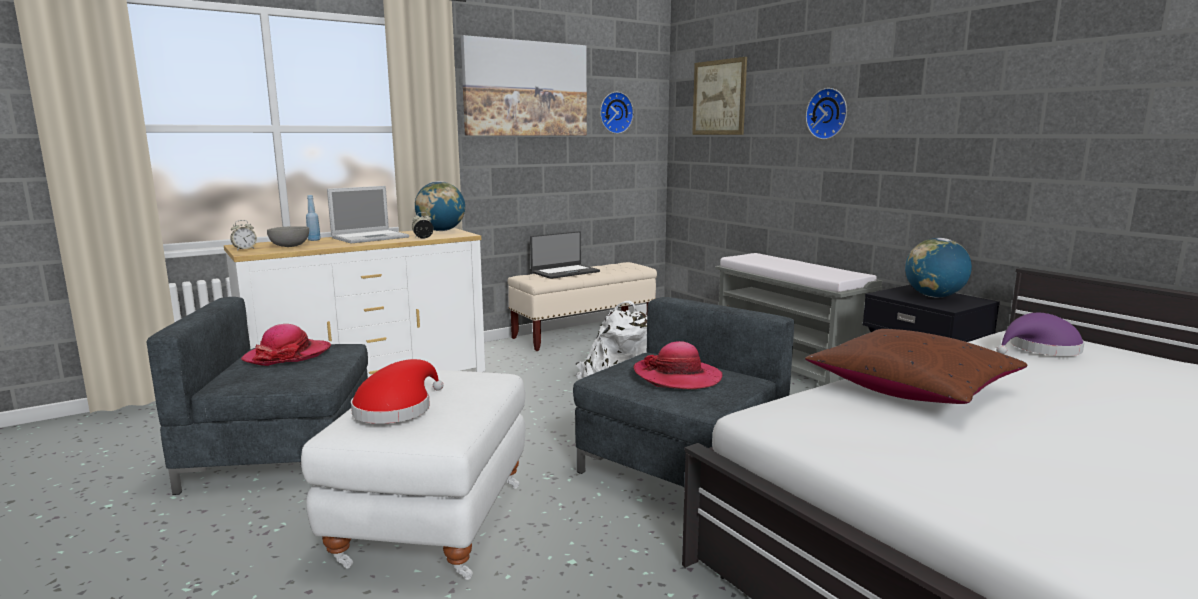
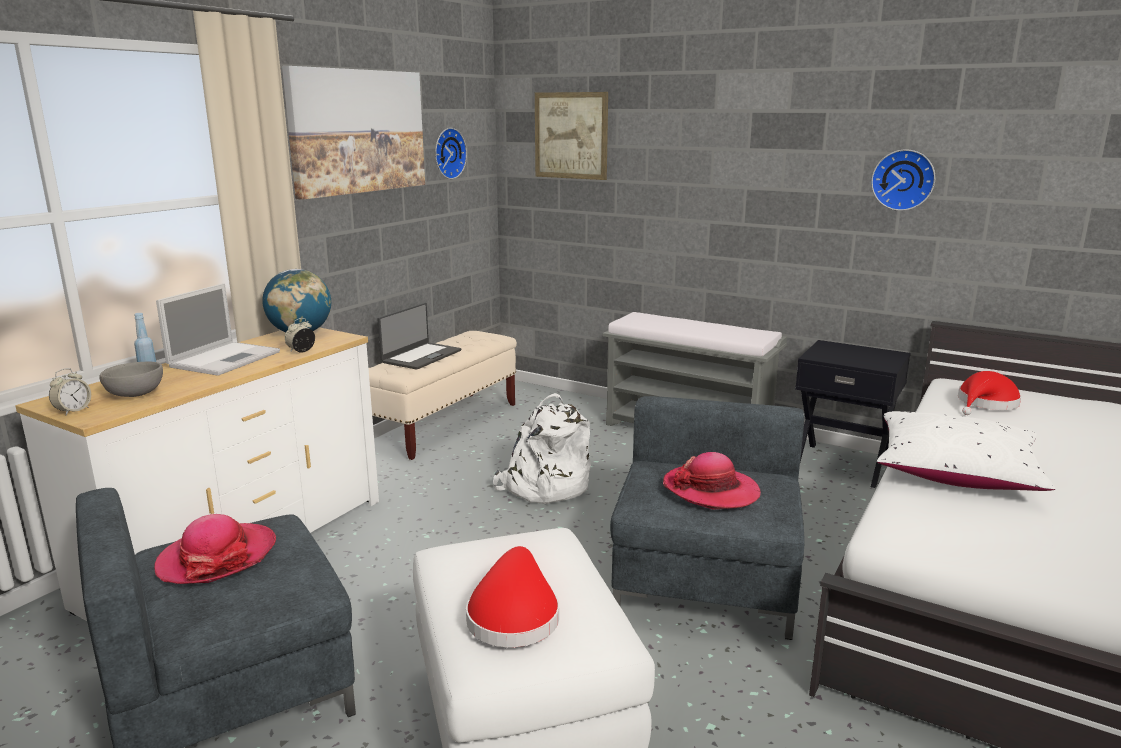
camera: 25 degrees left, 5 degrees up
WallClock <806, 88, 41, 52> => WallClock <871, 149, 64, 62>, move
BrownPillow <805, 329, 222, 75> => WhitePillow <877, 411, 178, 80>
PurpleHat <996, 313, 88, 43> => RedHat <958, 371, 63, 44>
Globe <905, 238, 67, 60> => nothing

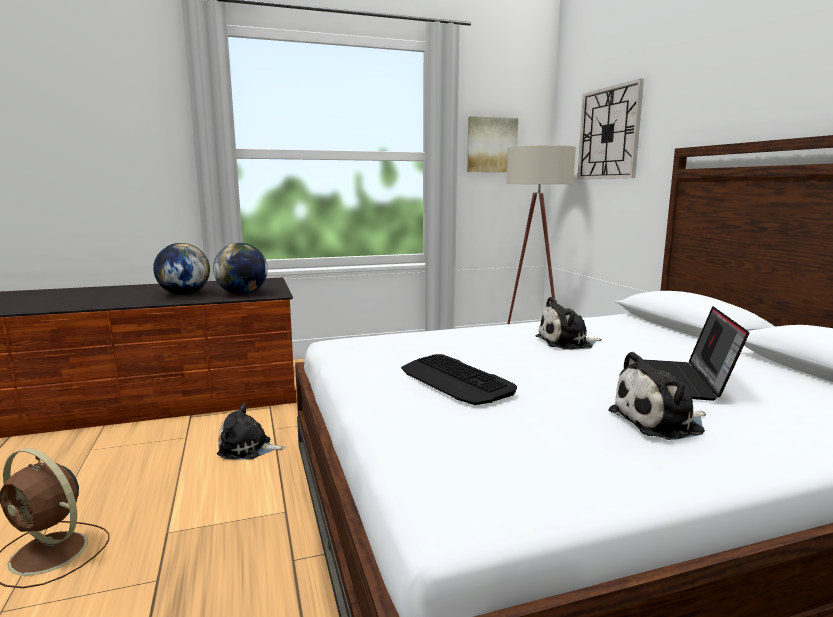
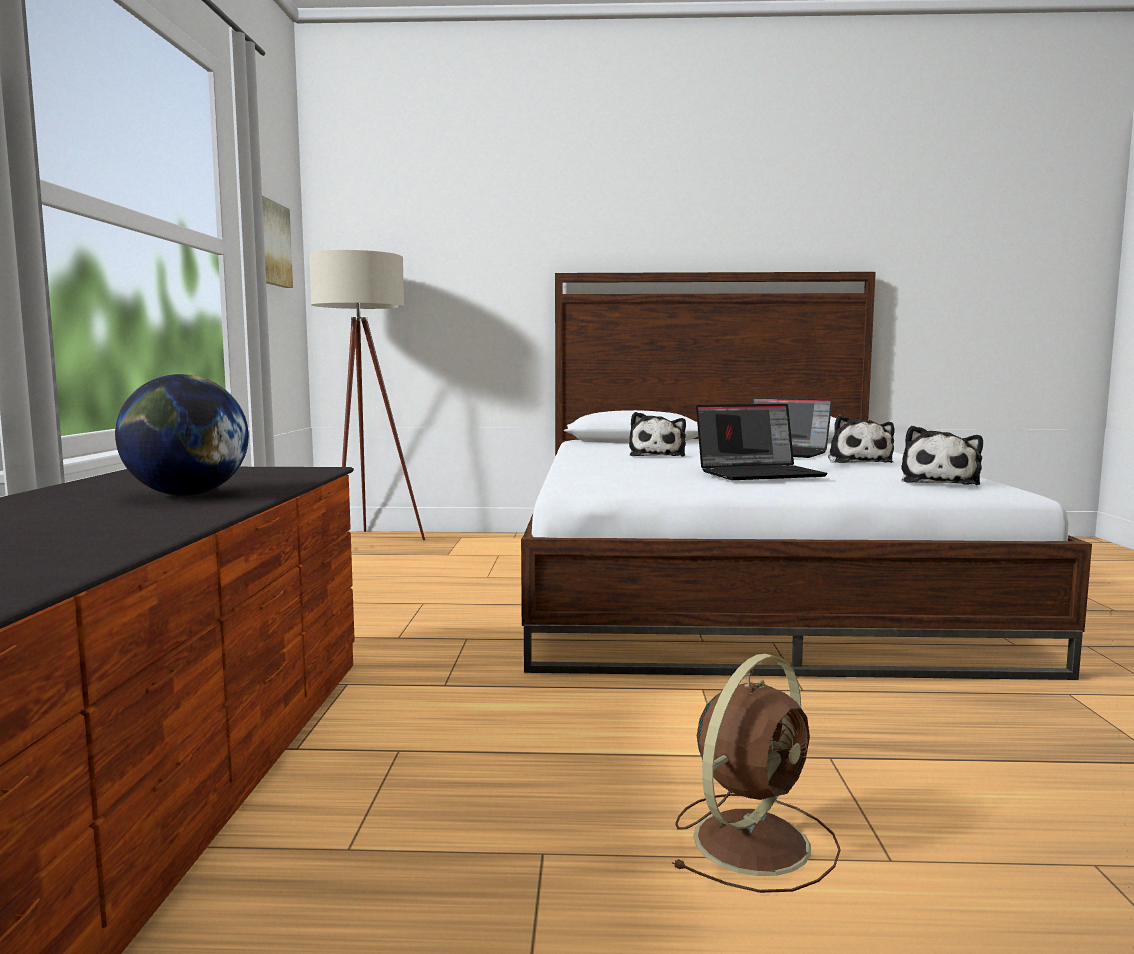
camera: 70 degrees left, 5 degrees down
Keyboard <401, 354, 116, 51> => Laptop <696, 404, 132, 76>
PlushToy <217, 404, 68, 56> => PlushToy <901, 426, 82, 59>, move
Globe <213, 243, 55, 52> => nothing
WallClock <577, 78, 67, 101> => nothing

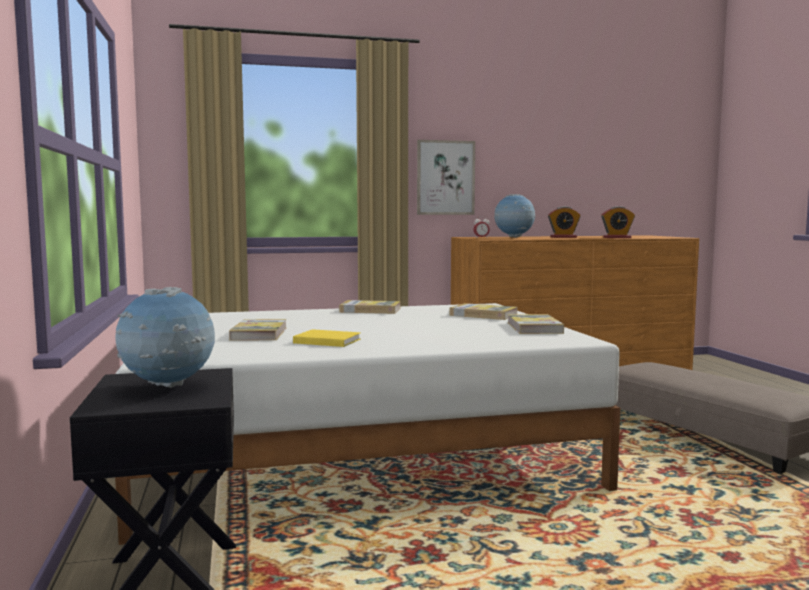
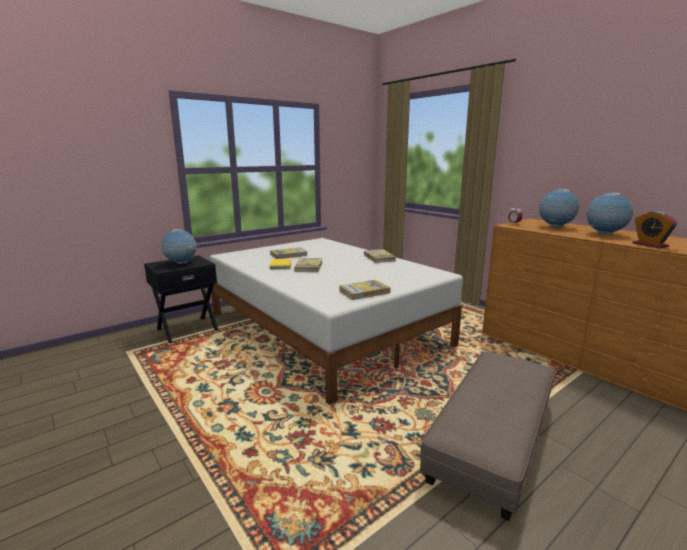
camera: 65 degrees right, 10 degrees up
Book <449, 303, 68, 17> => Book <294, 258, 29, 14>, move
AlarmClock <548, 207, 33, 31> => Globe <586, 192, 47, 43>
Picture <417, 140, 58, 75> => nothing

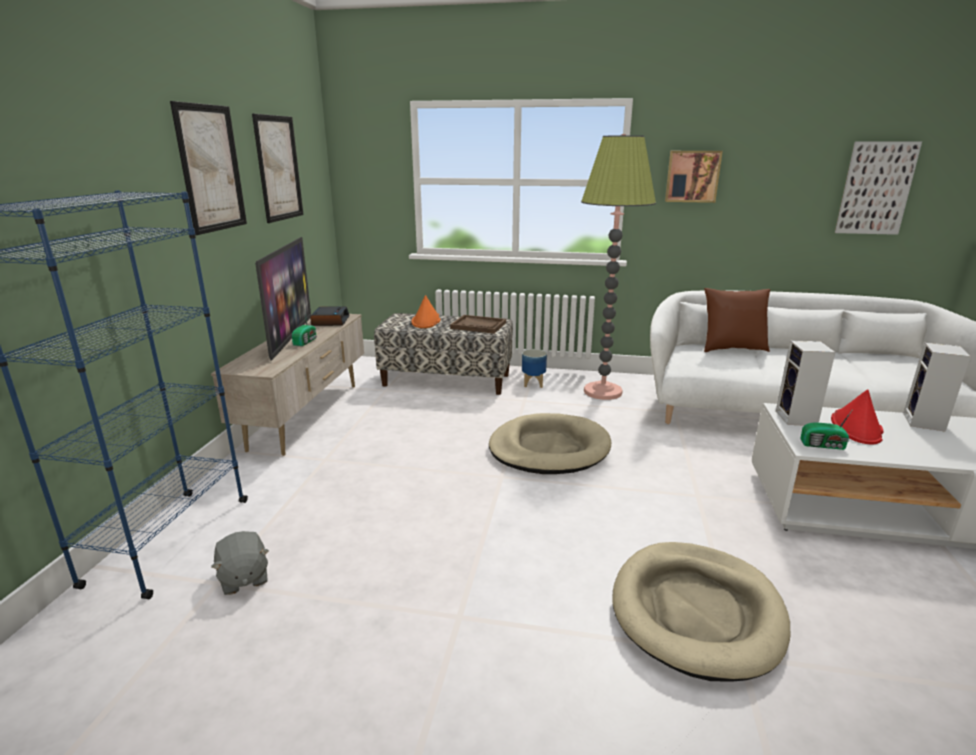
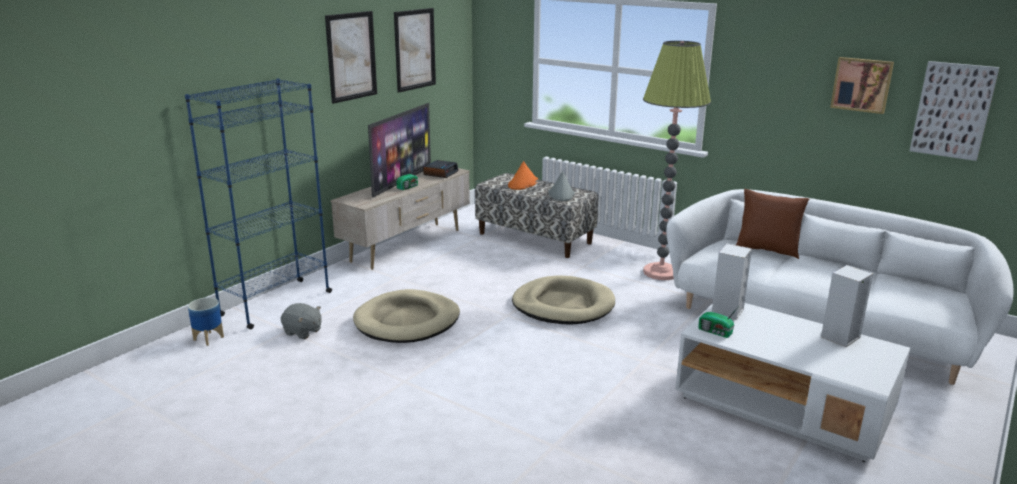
camera: 25 degrees right, 0 degrees up
Planter <522, 349, 25, 39> => Planter <188, 298, 36, 48>, move
GreyPlushToy <211, 531, 58, 64> => GreyPlushToy <281, 303, 41, 36>, 60 degrees counterclockwise
BeigeDogBed <612, 542, 178, 140> => BeigeDogBed <353, 289, 107, 54>, move
BrownTray <450, 315, 56, 19> => GreyHat <548, 171, 26, 30>
Picture <665, 151, 58, 52> => Picture <830, 57, 64, 57>, move
RedHat <831, 389, 52, 55> => nothing

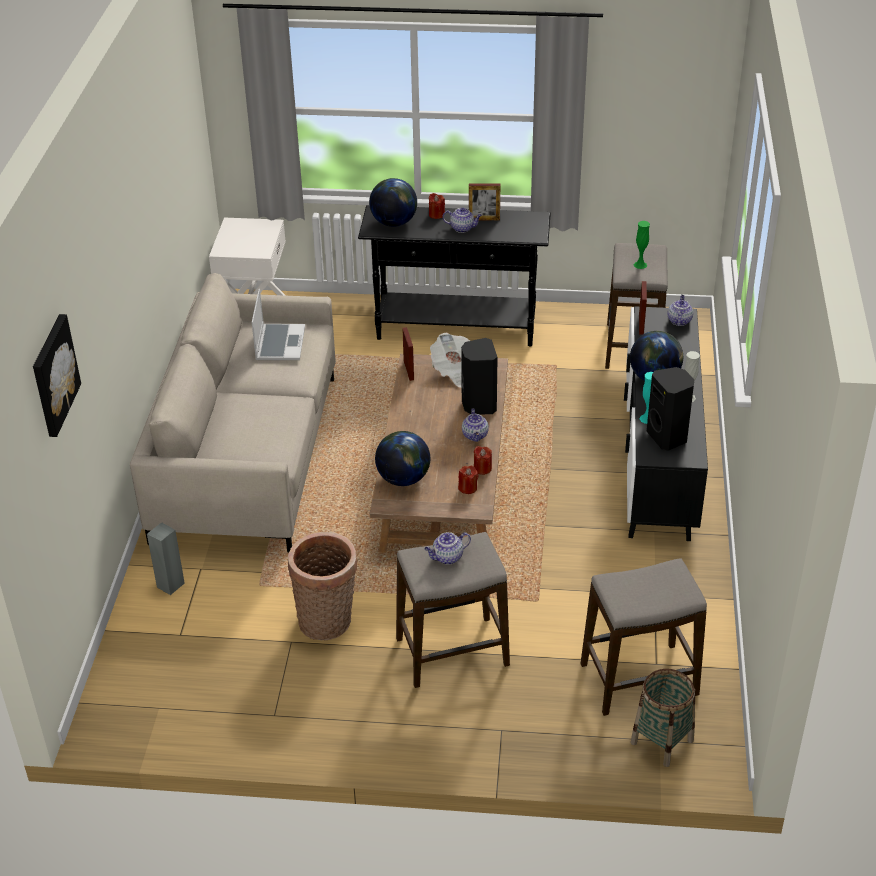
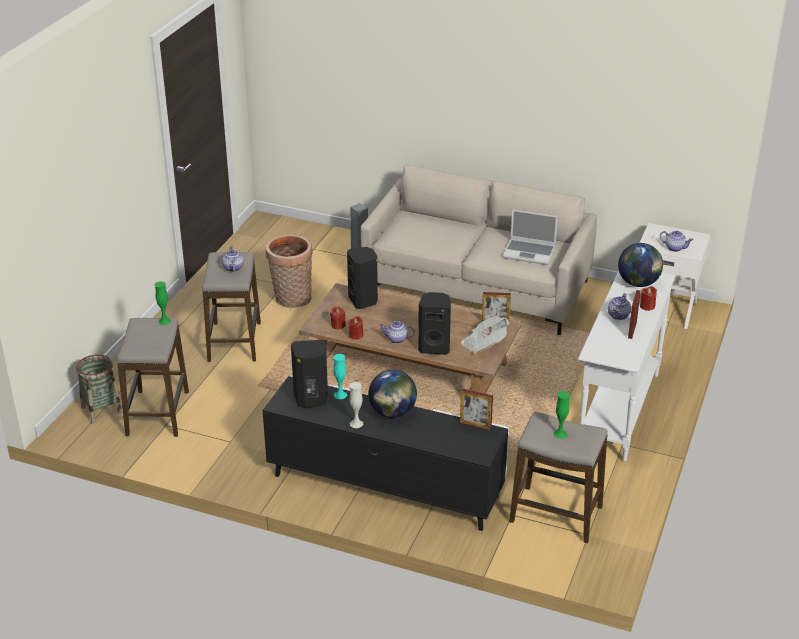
camera: 105 degrees right, 5 degrees down
nothing => GreenVase <155, 281, 16, 44>
Globe <375, 431, 55, 55> => BlackSpeaker <347, 247, 31, 62>
BlackConsoleTable <358, 205, 193, 142> => WhiteConsoleTable <578, 271, 97, 190>
Teapot <668, 295, 25, 31> => Teapot <660, 231, 33, 21>, move
Picture <33, 314, 48, 123> => nothing

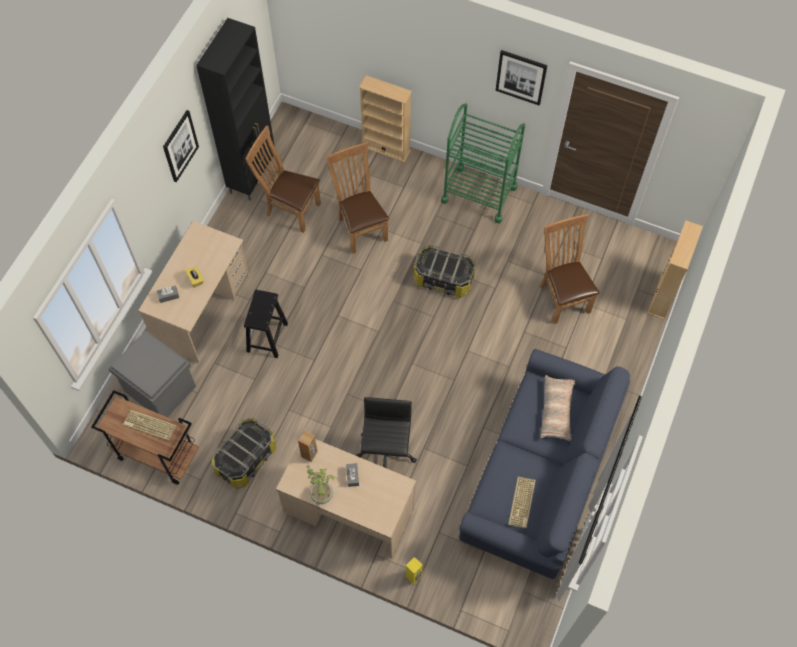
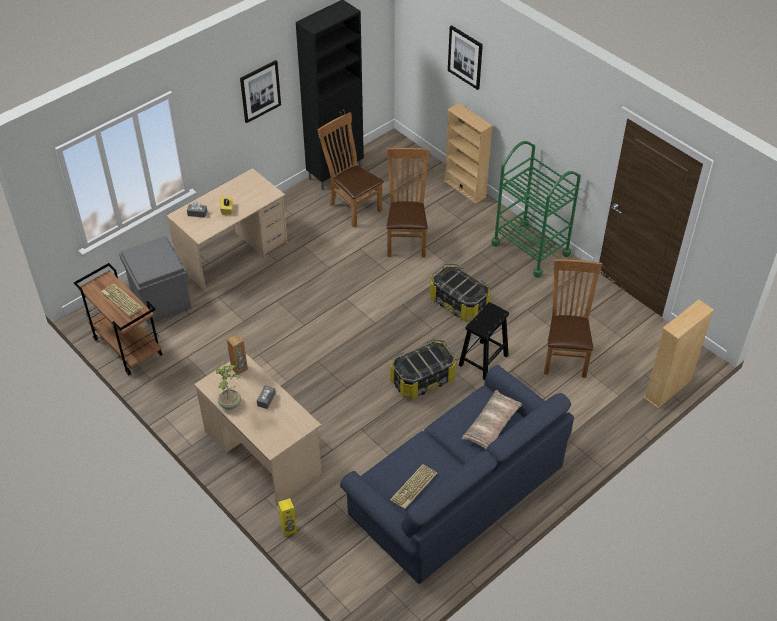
camera: 25 degrees right, 15 degrees down
StorageBox <212, 418, 64, 71> => StorageBox <390, 339, 67, 60>, move
Picture <496, 50, 51, 55> => Picture <448, 25, 35, 65>, move
BlackStool <244, 290, 44, 68> => BlackStool <459, 302, 50, 78>, move
BlackOfficeChair <355, 397, 62, 71> => nothing

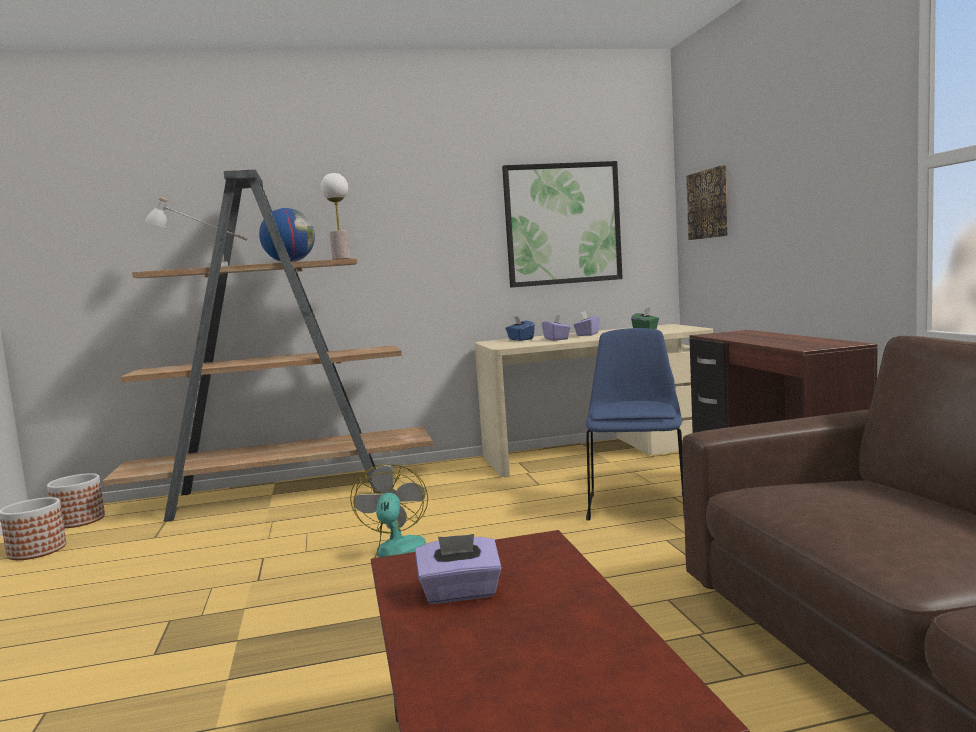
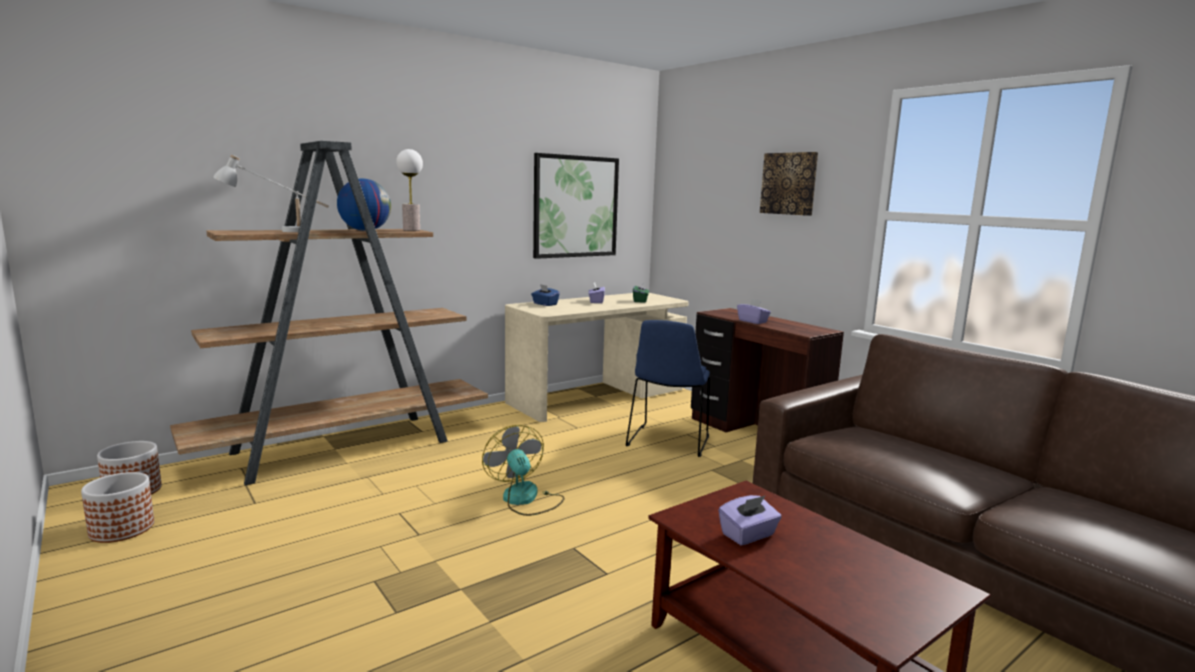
camera: 25 degrees left, 5 degrees up
BlueChair <586, 328, 98, 193> => BlueChair <626, 320, 84, 137>, 150 degrees counterclockwise
PurpleTissueBox <542, 315, 29, 26> => PurpleTissueBox <737, 298, 34, 26>, move
Picture <686, 166, 42, 74> => Picture <760, 152, 58, 64>, move

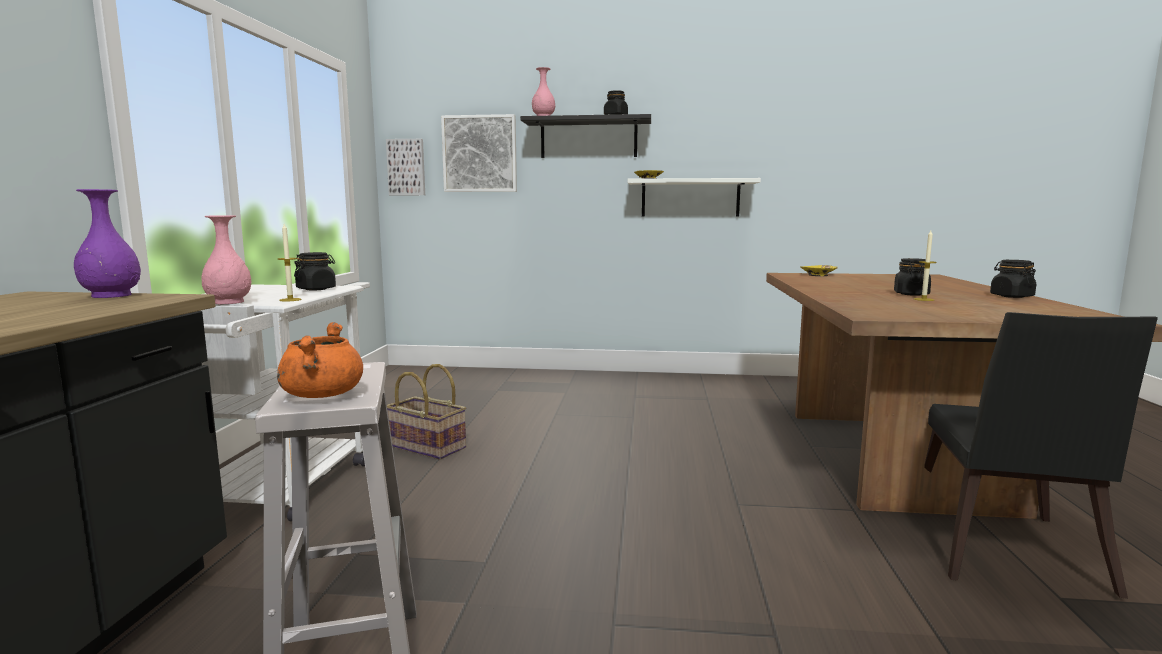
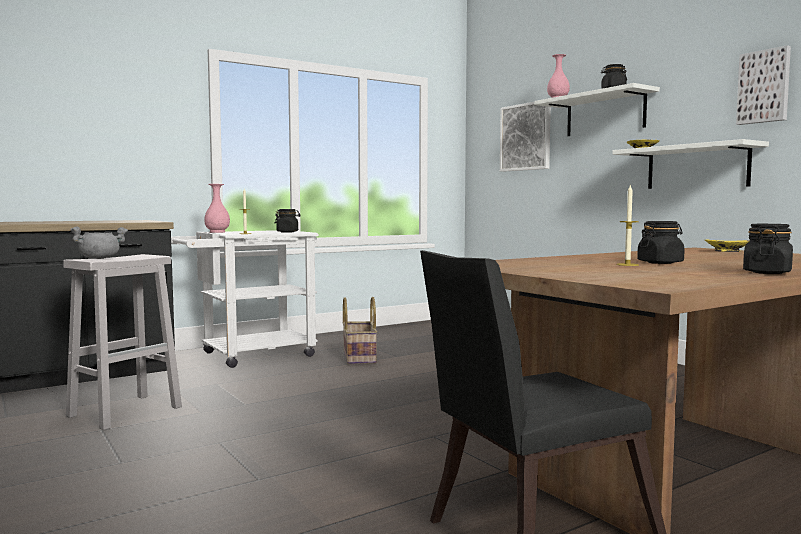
camera: 50 degrees right, 5 degrees down
OrangeCookingPot <277, 322, 86, 76> => GreyCookingPot <70, 227, 58, 32>
BlackShelf <520, 114, 131, 44> => WhiteShelf <534, 83, 126, 53>
Picture <386, 139, 39, 56> => Picture <736, 45, 55, 80>, move
PurpleVase <74, 189, 67, 109> => nothing

